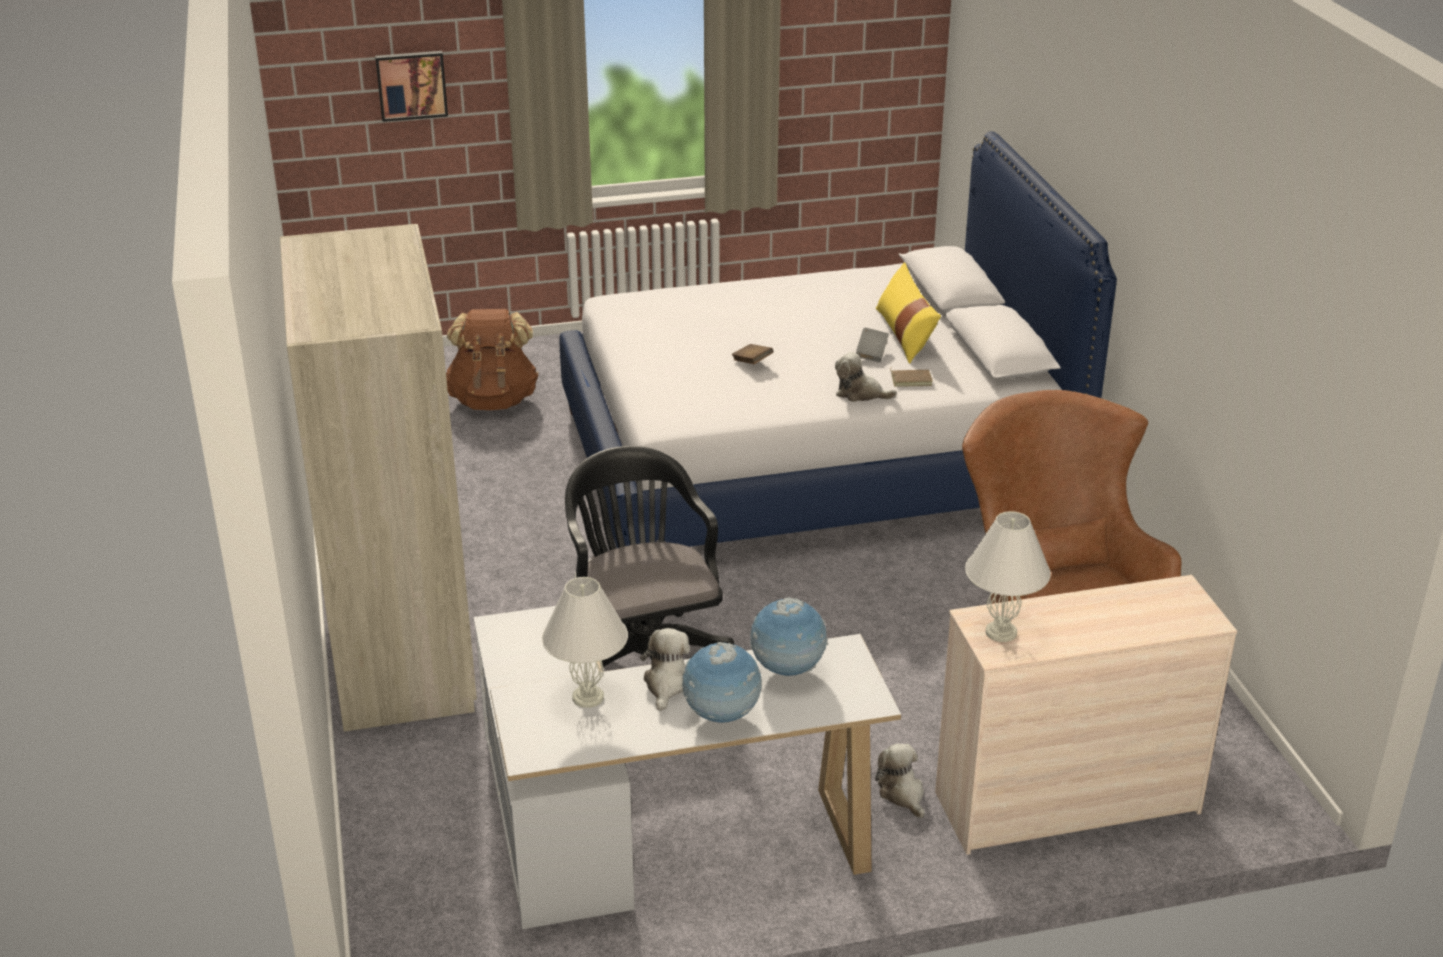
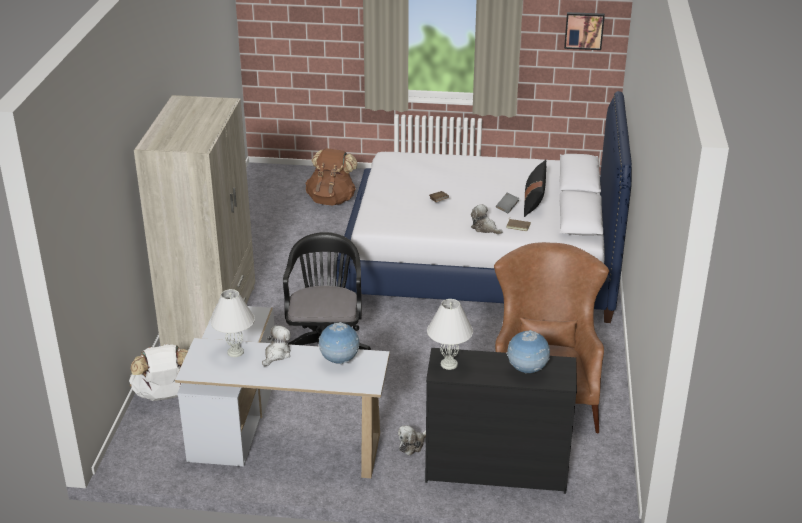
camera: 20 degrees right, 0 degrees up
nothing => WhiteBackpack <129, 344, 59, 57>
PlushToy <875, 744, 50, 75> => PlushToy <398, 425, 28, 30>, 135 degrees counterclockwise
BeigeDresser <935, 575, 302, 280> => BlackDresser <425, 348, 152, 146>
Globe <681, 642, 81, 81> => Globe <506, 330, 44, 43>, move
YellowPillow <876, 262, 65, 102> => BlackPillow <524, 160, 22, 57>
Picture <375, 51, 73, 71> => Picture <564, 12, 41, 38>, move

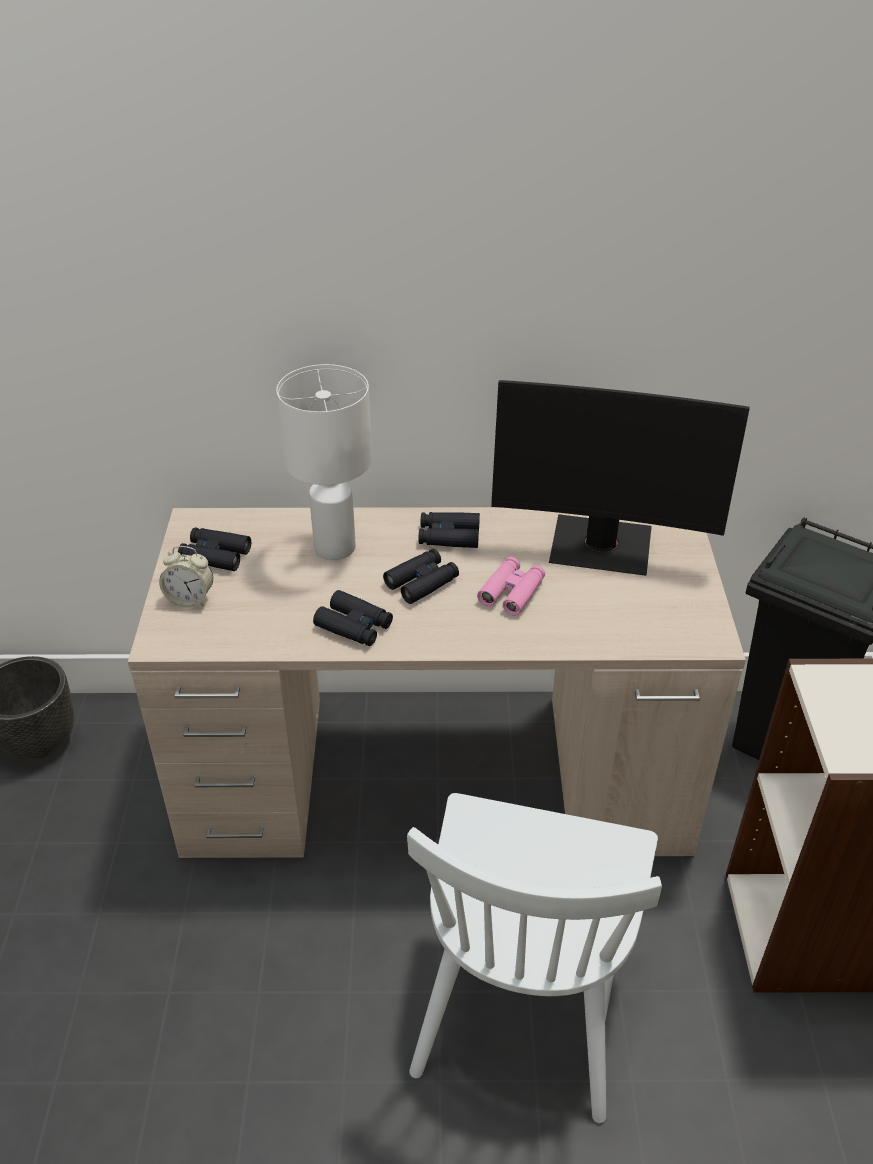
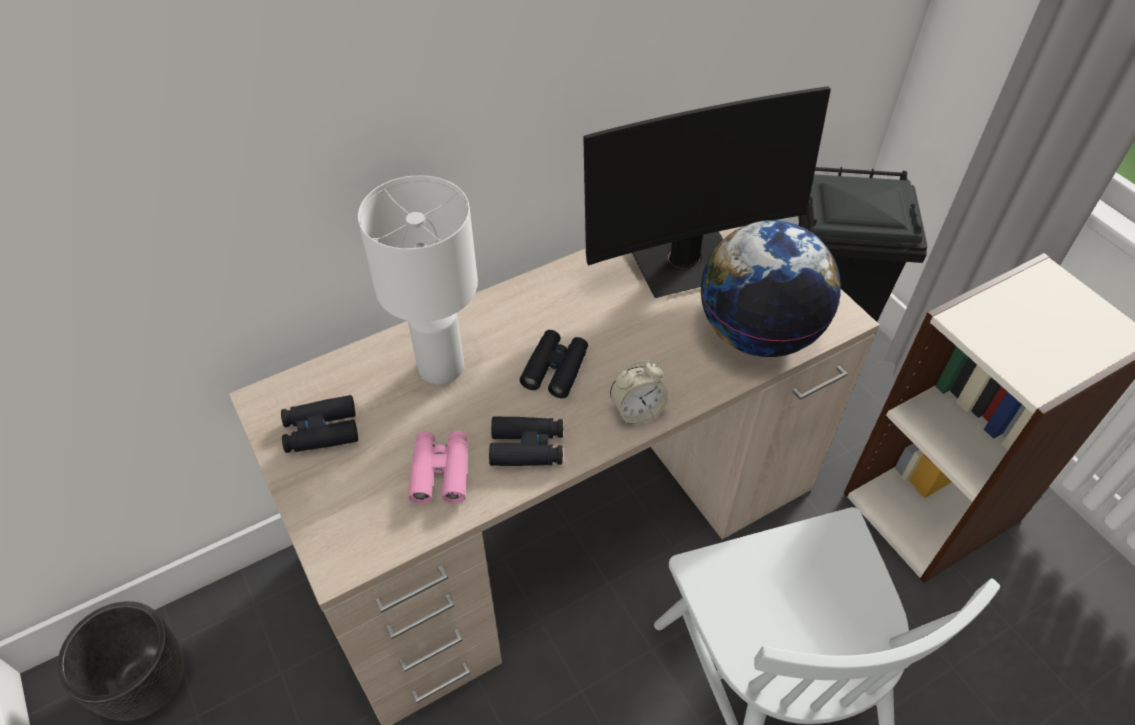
camera: 30 degrees left, 10 degrees up
PinkBinoculars <477, 557, 68, 59> => PinkBinoculars <408, 431, 59, 73>, move
AlarmClock <159, 546, 54, 61> => AlarmClock <610, 360, 59, 64>, move
nothing => Globe <701, 220, 140, 137>
BlackBinoculars <419, 512, 61, 36> => nothing

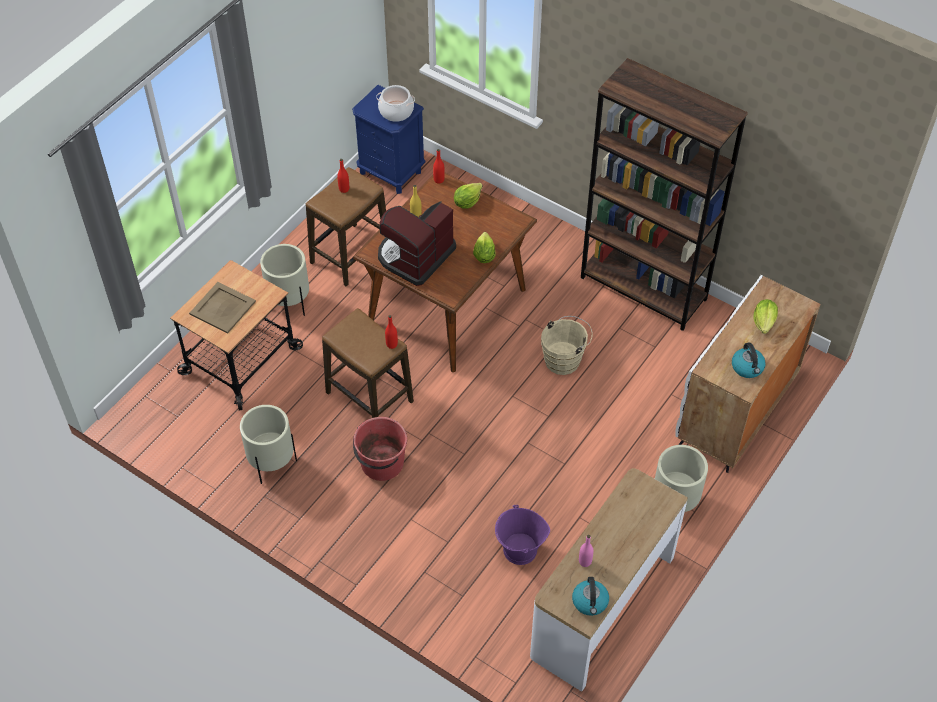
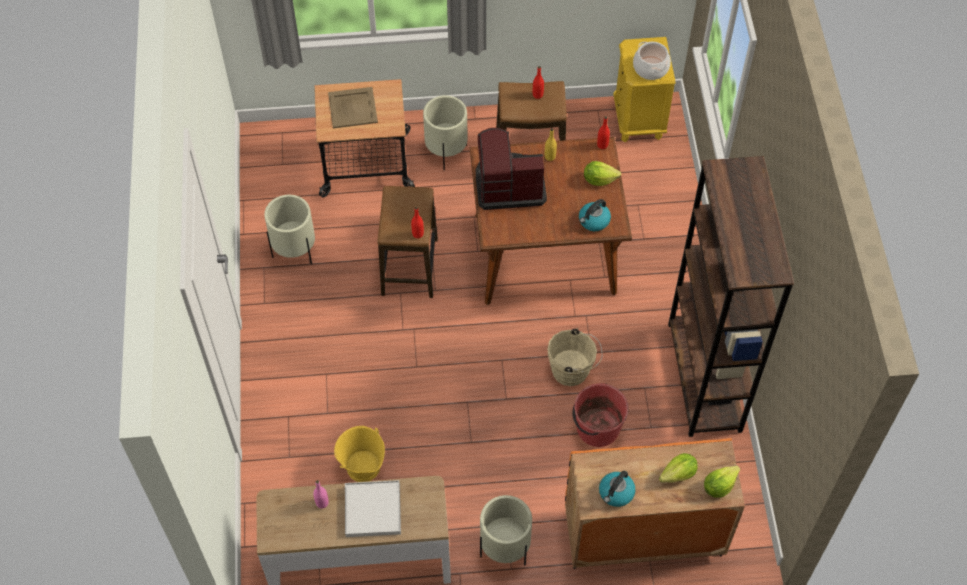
camera: 50 degrees right, 5 degrees up
PurpleBucket <495, 505, 55, 60> => YellowBucket <334, 426, 51, 56>
nothing => WhiteTray <345, 480, 56, 57>
WhiteCabinet <675, 275, 146, 198> => OrangeCabinet <565, 438, 180, 131>
RedBucket <353, 417, 54, 64> => RedBucket <572, 383, 57, 64>, move
Kettle <572, 577, 37, 39> => Kettle <579, 199, 32, 32>, move
BlueNightstand <352, 85, 74, 109> => YellowNightstand <613, 37, 62, 106>
Lettuce <473, 232, 22, 31> => Lettuce <704, 466, 36, 32>, move

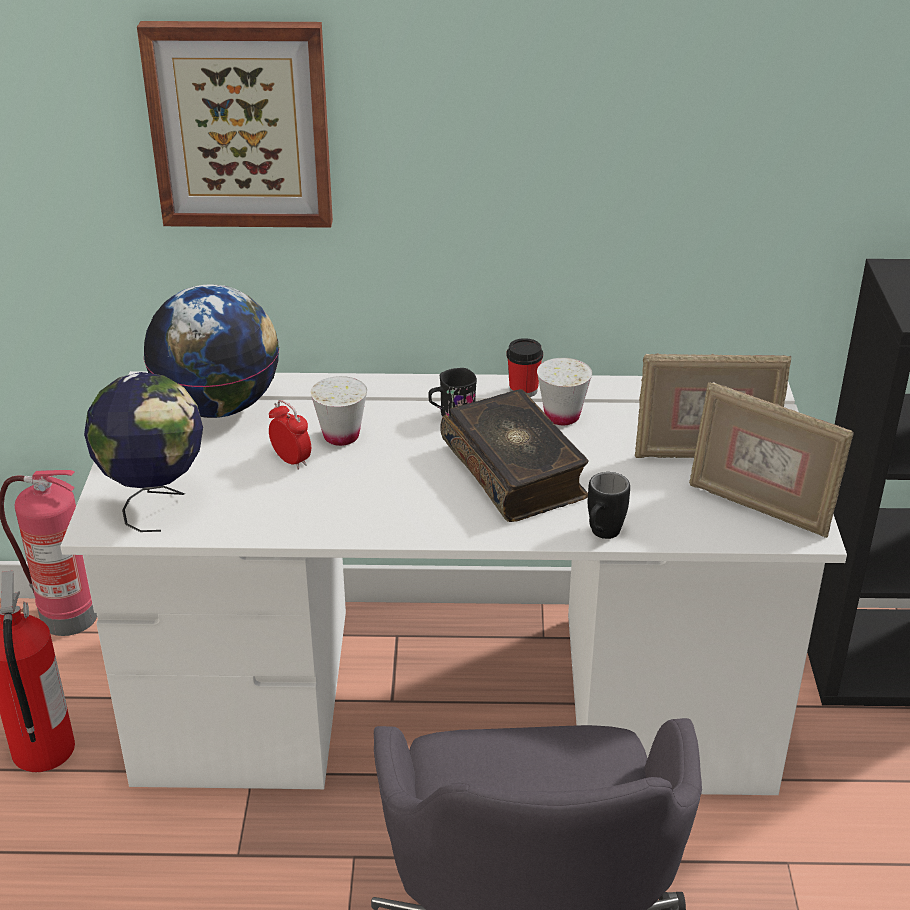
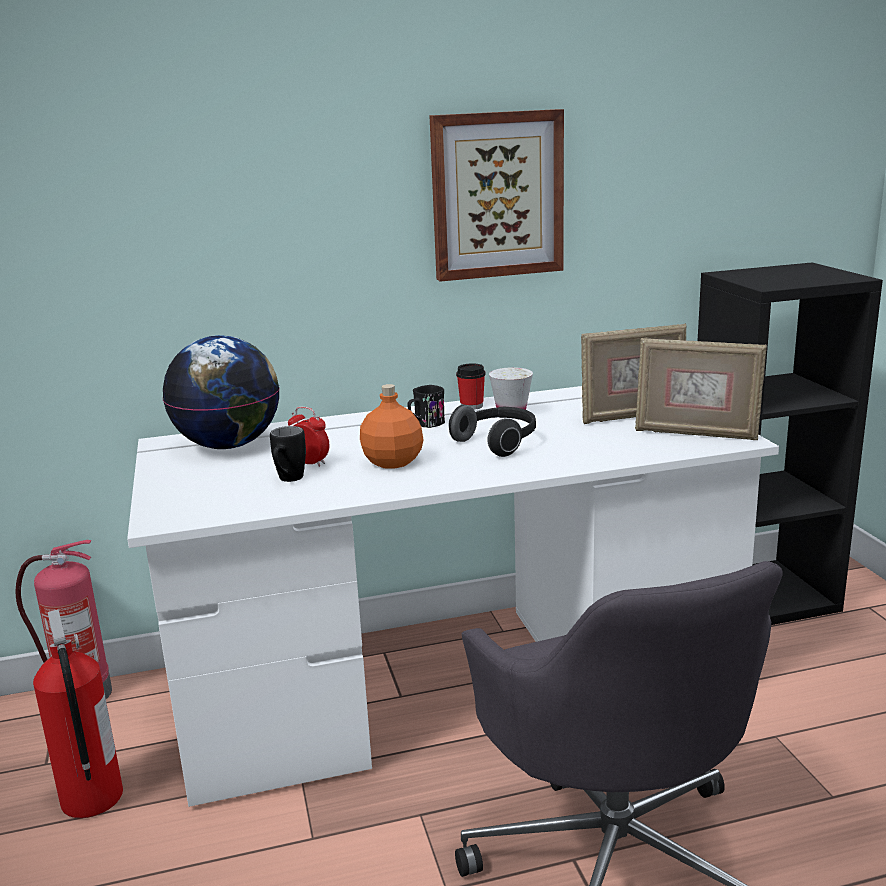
camera: 15 degrees left, 15 degrees down
BlackMug <588, 472, 42, 67> => BlackMug <270, 426, 36, 56>, move
nothing => OrangeBottle <360, 384, 64, 85>
Picture <137, 21, 196, 207> => Picture <429, 109, 135, 173>, move
Book <440, 389, 149, 133> => Headphones <449, 405, 87, 52>
Globe <84, 372, 119, 160> => nothing
WhiteCup <311, 376, 56, 70> => nothing

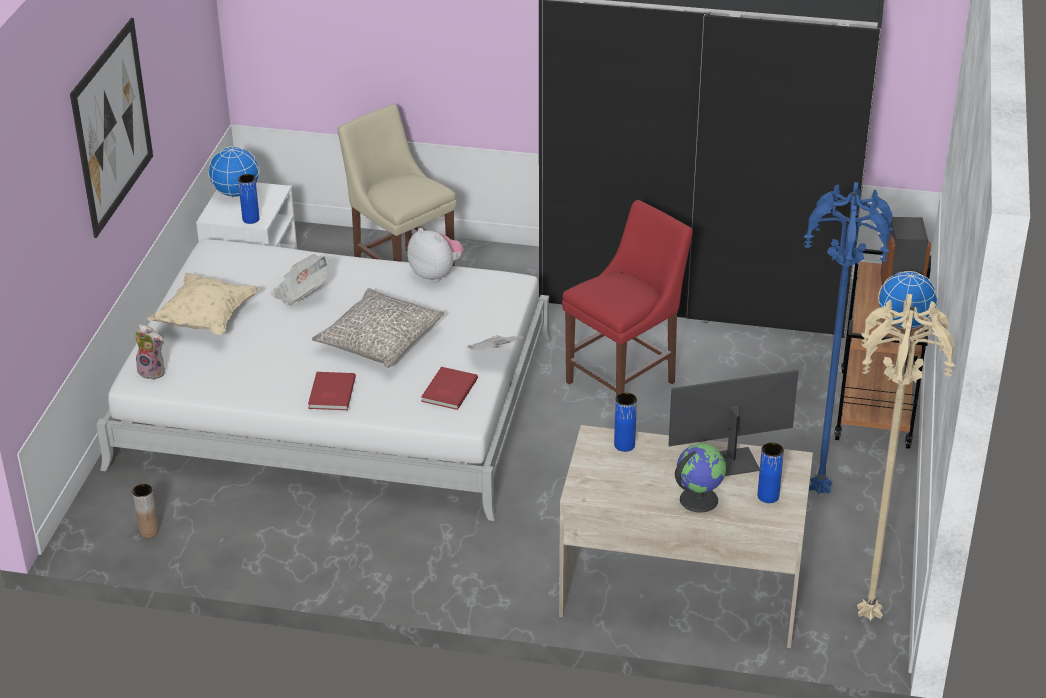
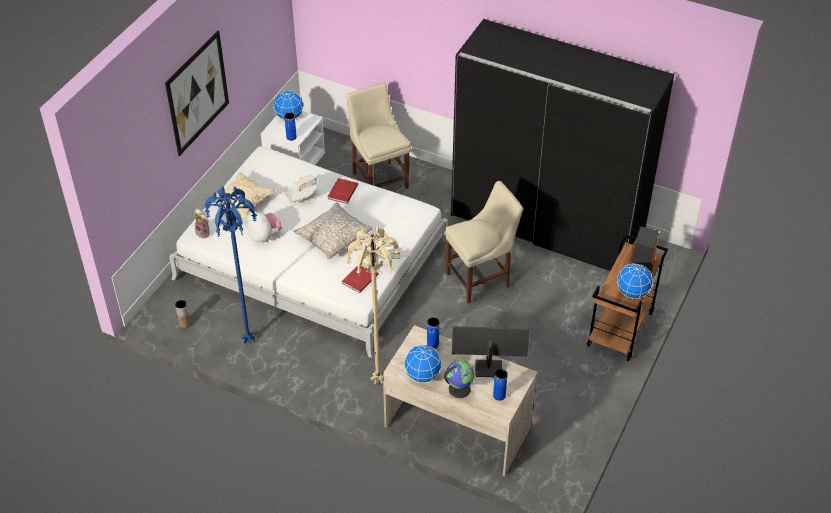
camera: 15 degrees right, 10 degrees up
BlueFloorLamp <803, 182, 90, 314> => BlueFloorLamp <205, 186, 52, 158>, move
PlushToy <407, 228, 57, 54> => PlushToy <247, 211, 35, 32>, move
RedBook <308, 372, 48, 38> => RedBook <328, 178, 30, 26>, move
BeigeFloorLamp <857, 294, 98, 327> => BeigeFloorLamp <345, 226, 55, 158>, move
nothing => Globe <404, 345, 38, 38>
RedChair <562, 200, 131, 196> => BeigeChair <444, 181, 79, 122>

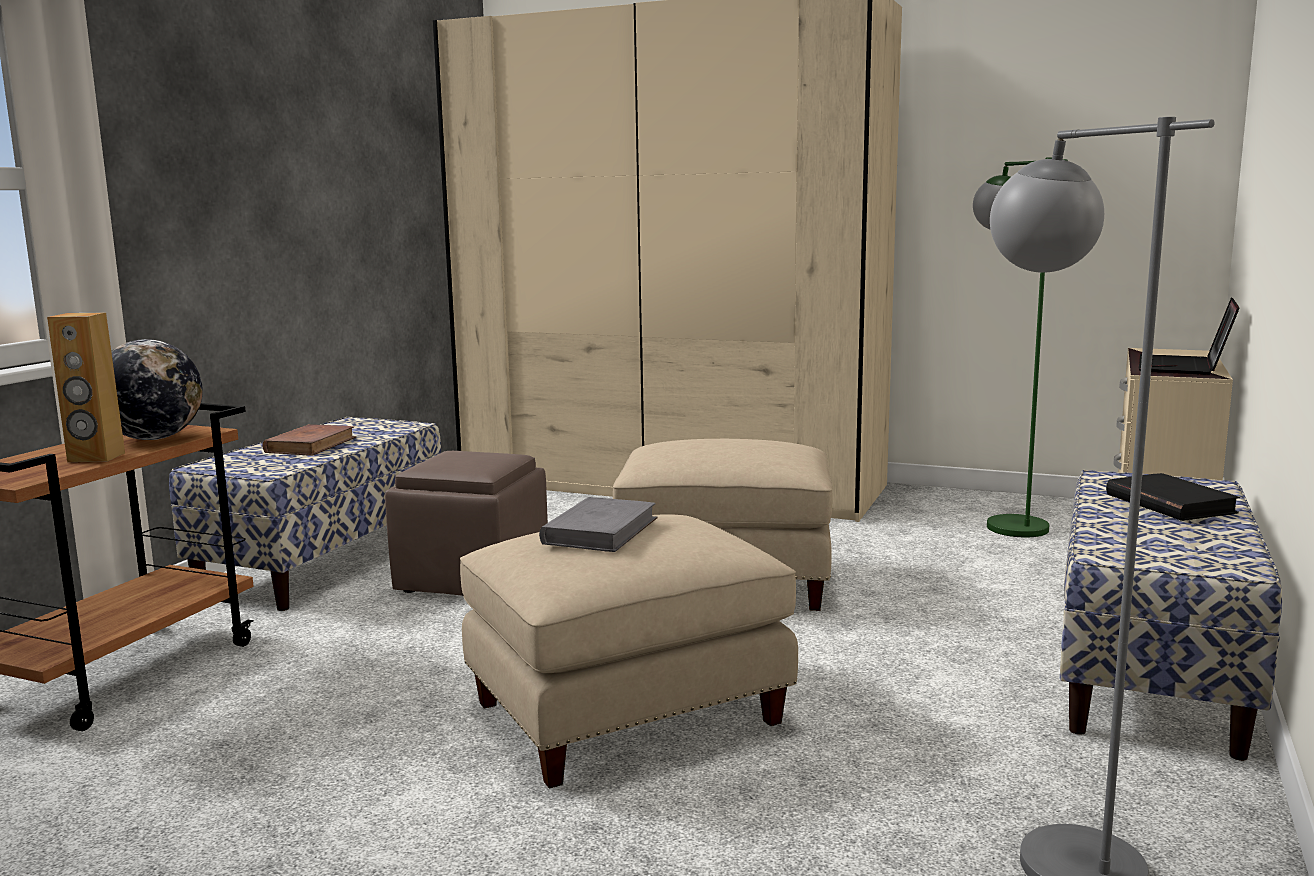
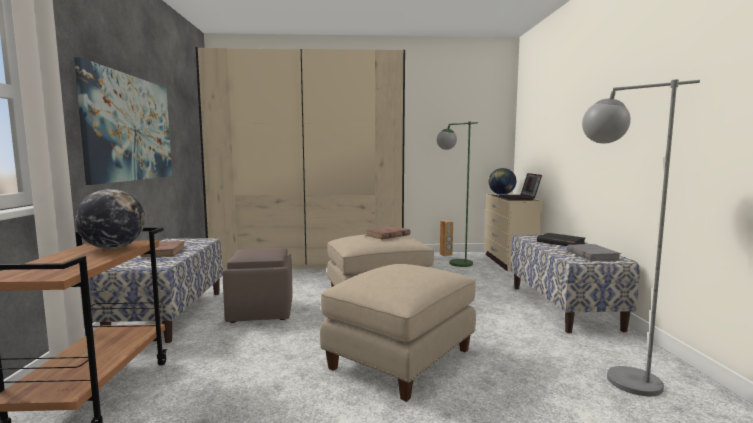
camera: 25 degrees left, 5 degrees down
nothing => Picture <74, 57, 98, 128>
nothing => BrownBook <366, 226, 44, 14>
BrownSpeaker <47, 312, 78, 150> => BrownSpeaker <440, 220, 13, 36>, move
nothing => Globe <489, 168, 27, 27>
GreyBook <539, 497, 119, 55> => GreyBook <567, 244, 54, 17>, move

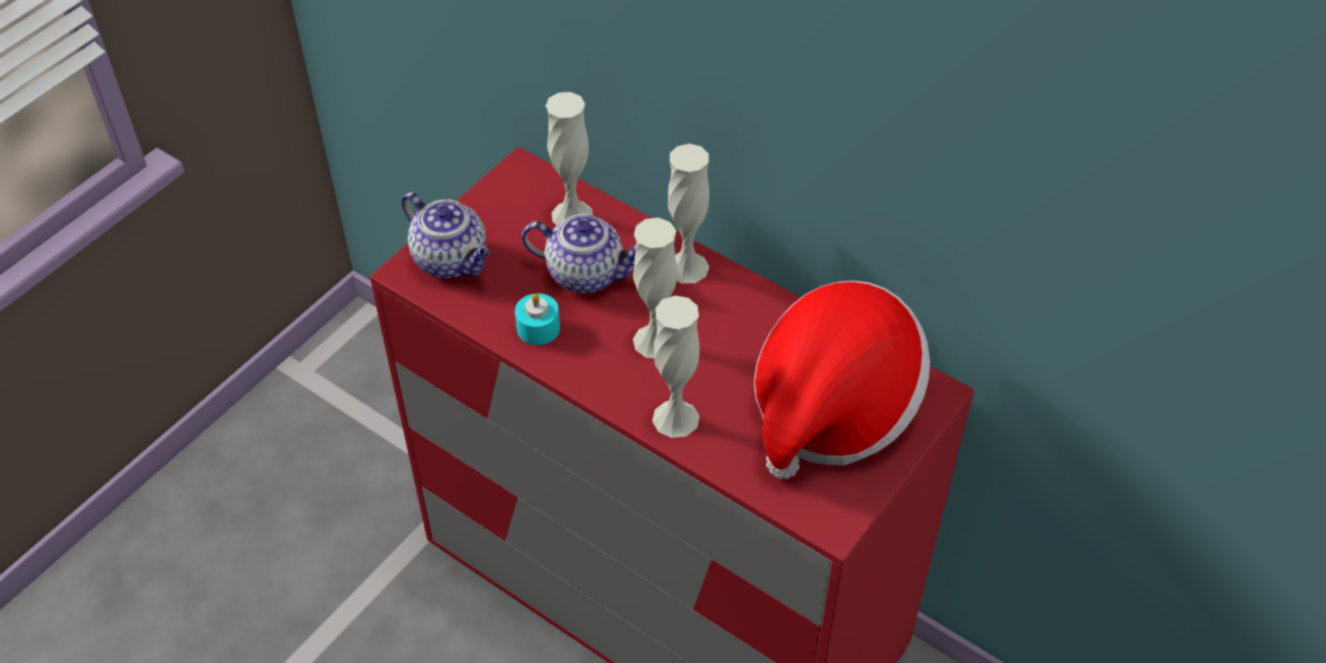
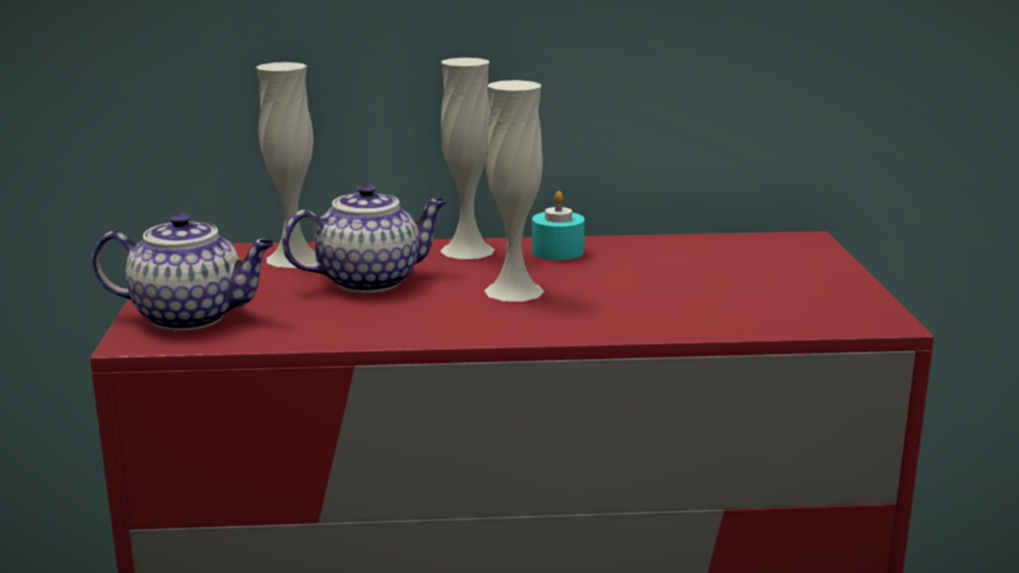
camera: 40 degrees left, 30 degrees down
TurquoiseCandle <515, 293, 45, 52> => TurquoiseCandle <532, 191, 53, 69>, move
WhiteVase <652, 296, 48, 142> => nothing
Hat <754, 281, 176, 198> => nothing

